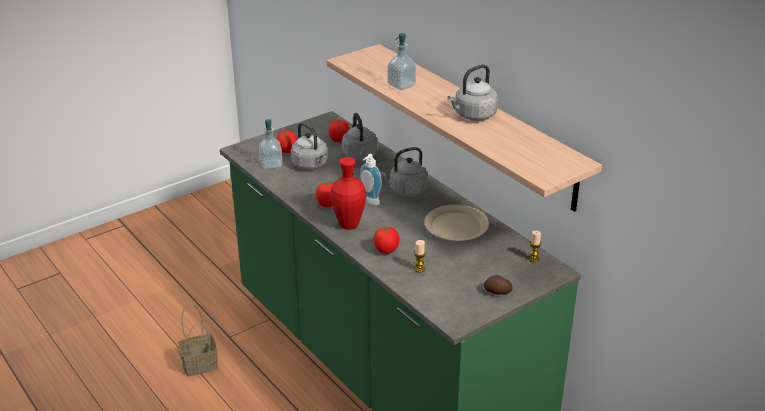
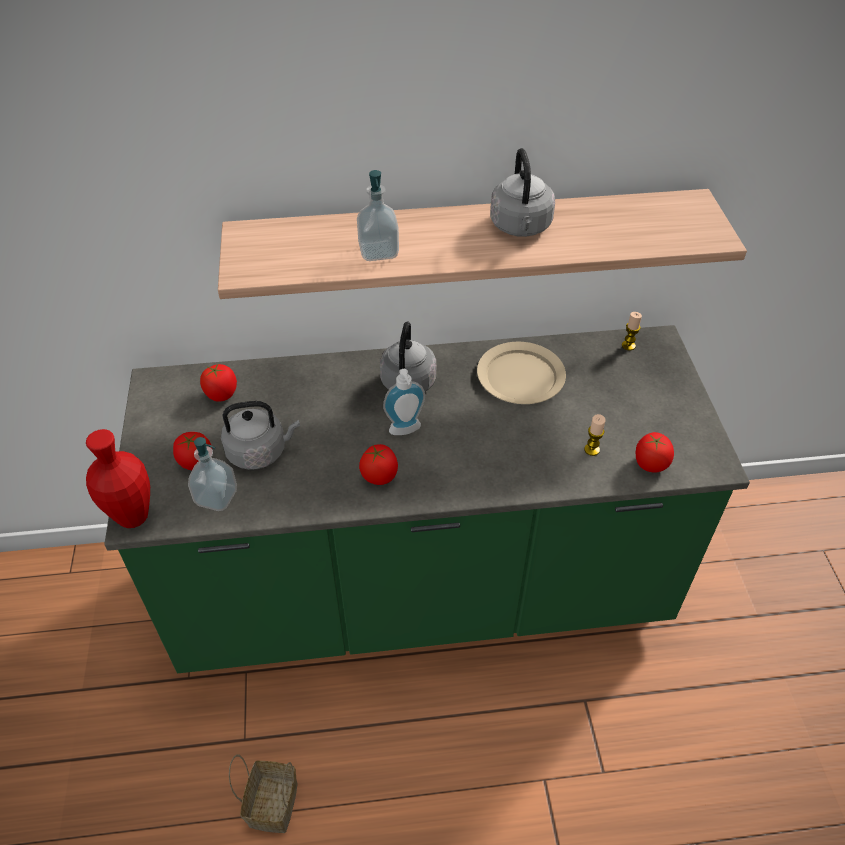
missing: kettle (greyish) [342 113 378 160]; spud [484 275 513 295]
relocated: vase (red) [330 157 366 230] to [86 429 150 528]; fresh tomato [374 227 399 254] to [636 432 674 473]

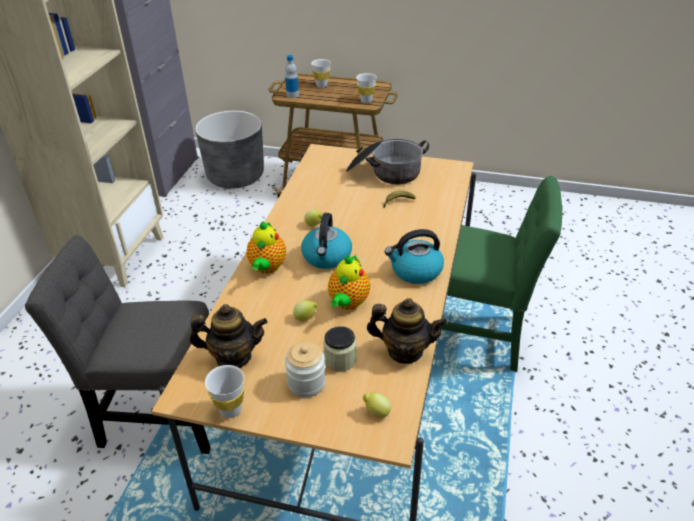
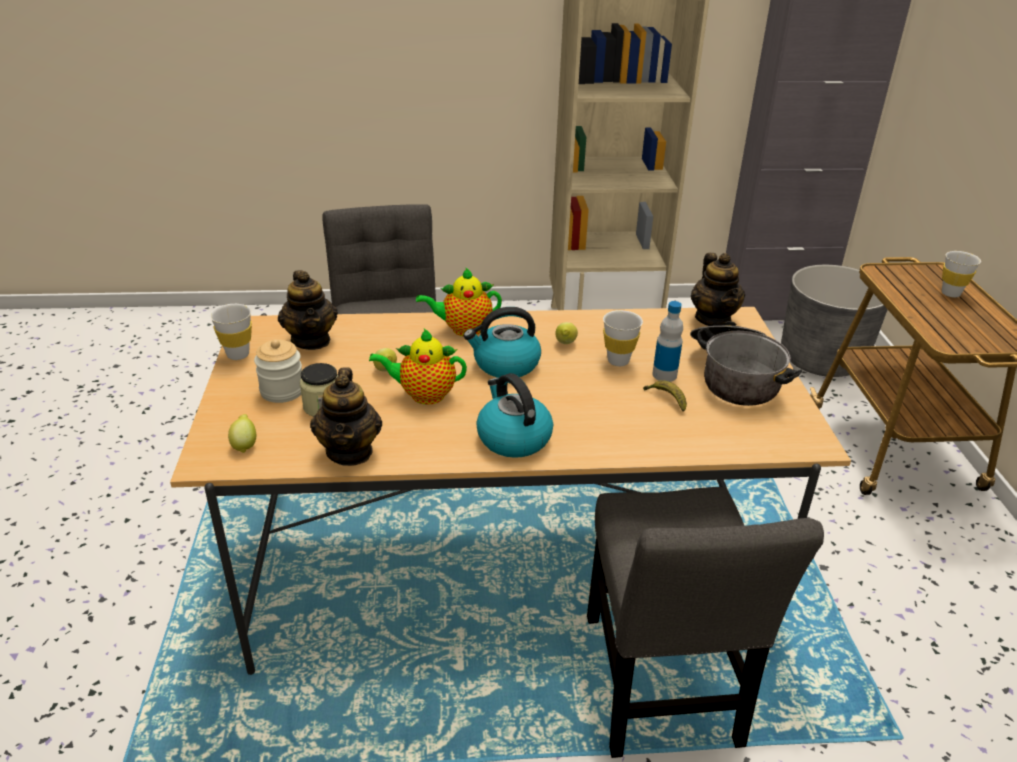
appeared: teapot [691 253 745 326]
relocated: drink bottle [285 55 299 98] to [652 301 683 382]; small cup (whitish) [356 73 377 103] to [603 310 643 366]
colour: plain chair (greenish) [441 176 563 372] to plain chair (greyish) [587 487 824 758]

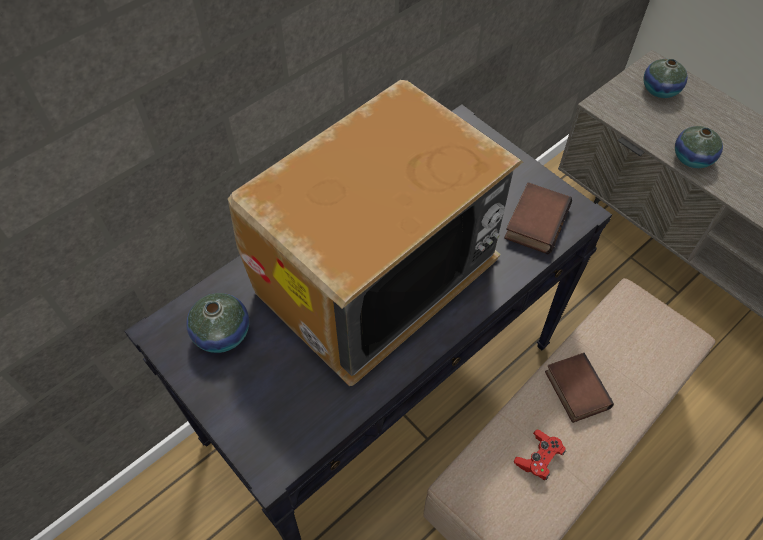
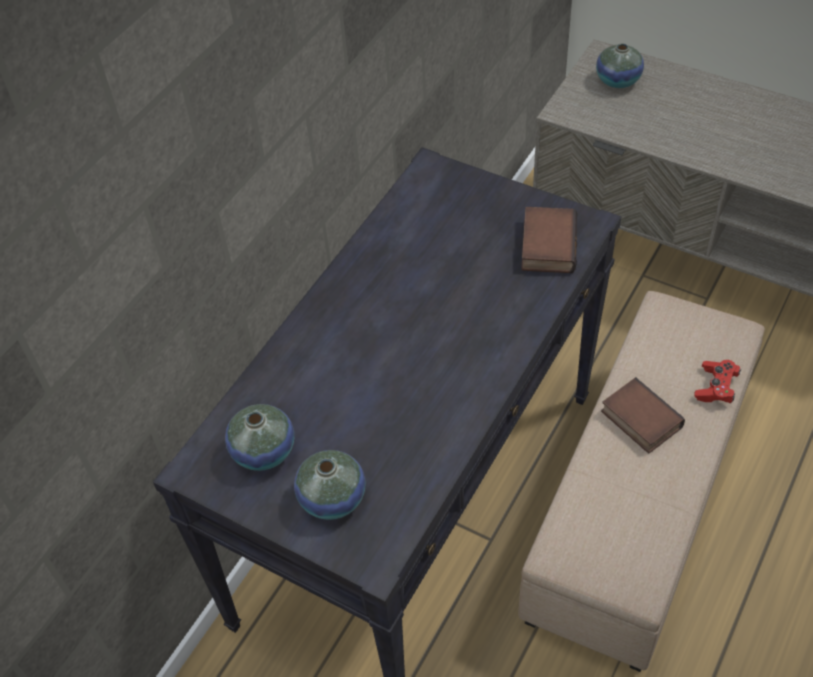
missing: TV [228 80 523 386]
relocated: joypad (red) [514 430 566 480] to [694 360 741 403]; vase [675 126 723 168] to [294 450 366 520]

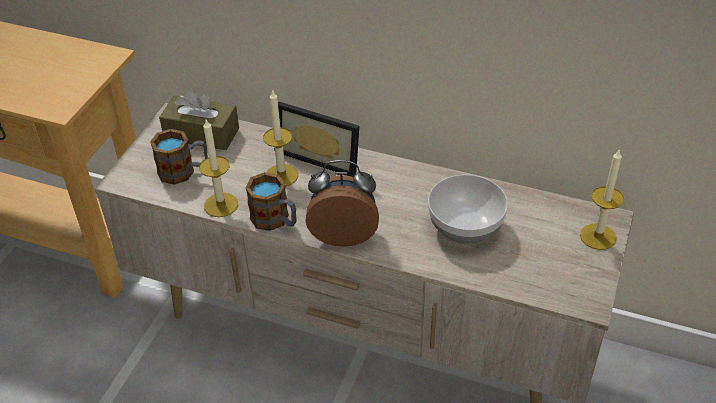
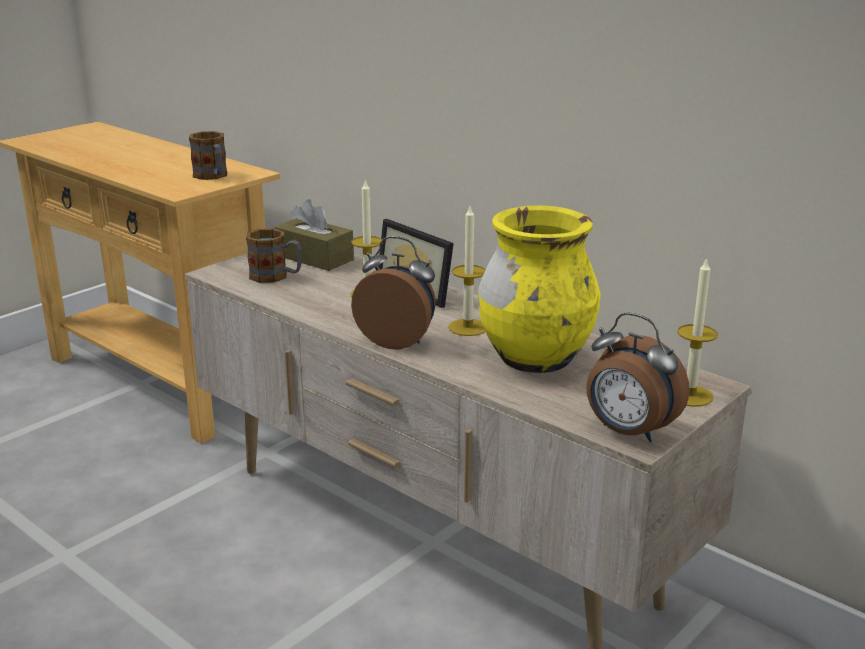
appeared: table clock [586 312 689 442]
relocated: wax candle [199 120 238 217] to [448 206 486 336]; tea mug [245 172 296 231] to [189 131 227 180]
exchanged: bowl [428 175 508 243] to vase (yellow) [478 205 601 373]

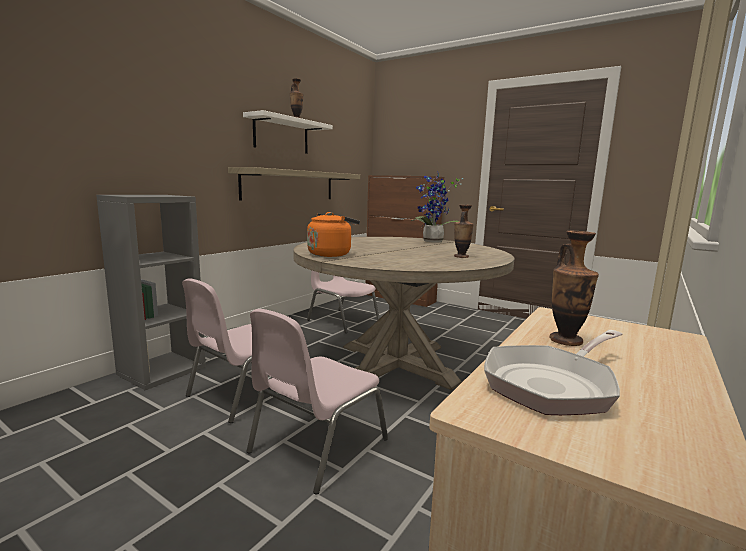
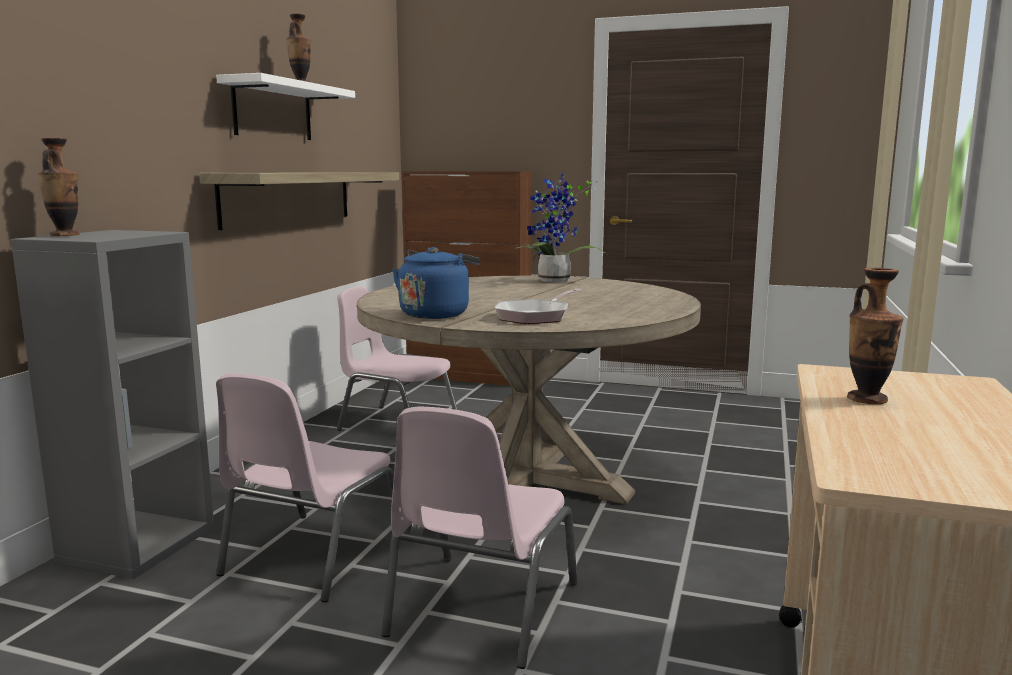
relocated: vase [454 205 474 258] to [38 138 80 236]; skillet [484 330 623 415] to [495 289 582 324]
colour: kettle (orangey) [307 212 360 257] to kettle (bluish) [392 247 480 319]

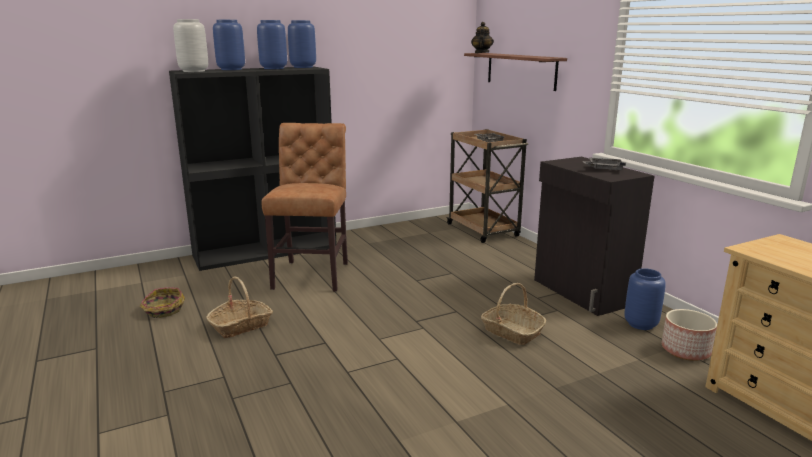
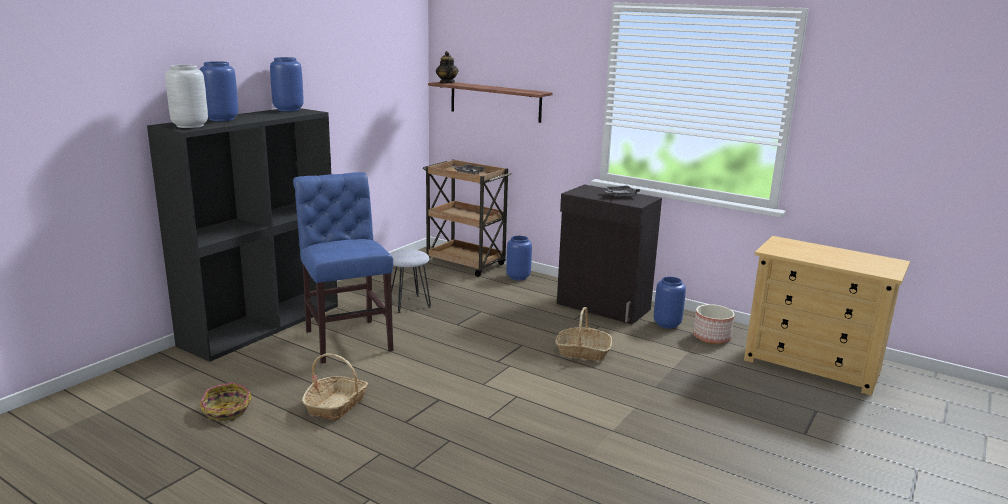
appeared: sitting stool (greyish) [390 249 431 313]
relocated: vase (bluish) [257 20 287 69] to [506 236 532 280]
colour: plain chair (brown) [261 123 348 292] to plain chair (bluish) [293 172 394 364]

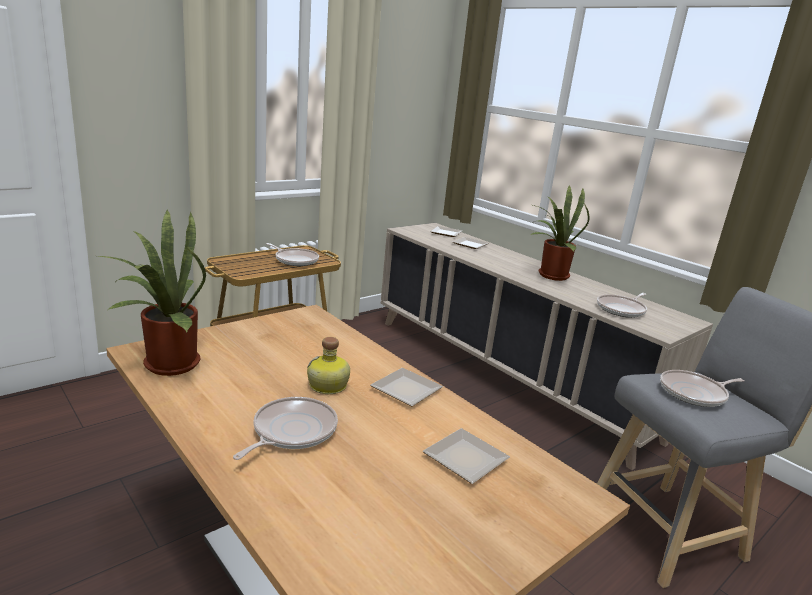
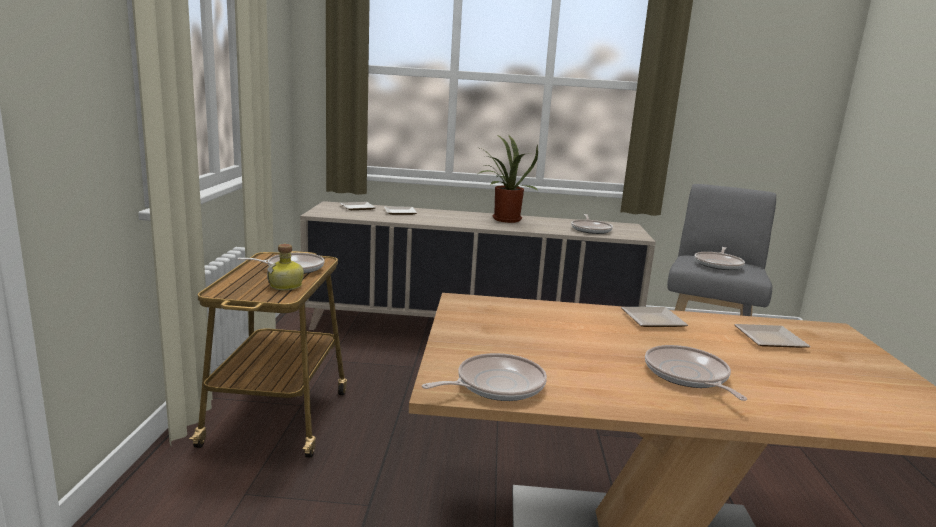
relocated: drink bottle [307 337 350 394] to [267 244 304 290]
exchanged: plant in a pot [99 210 206 376] to skillet [422 353 547 401]

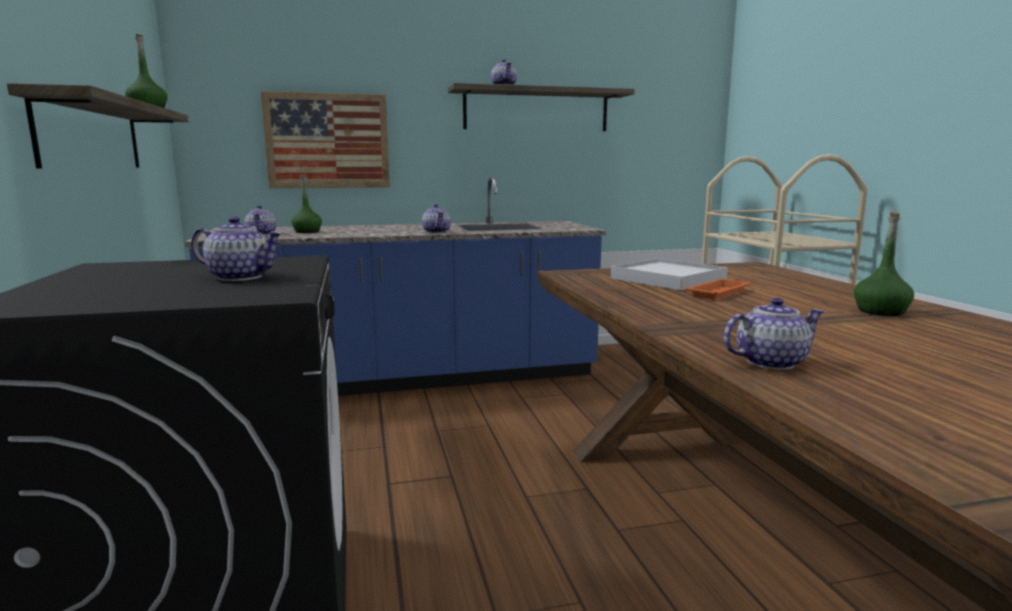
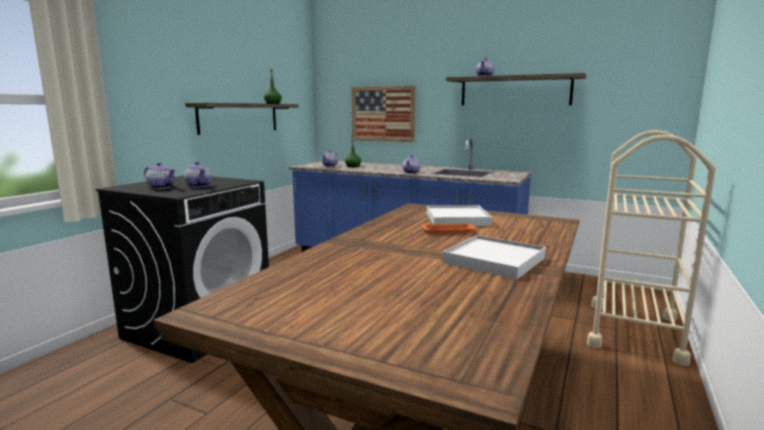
relocated: teapot [723 298 824 370] to [144 163 175 189]
exchanged: drink bottle (greenish) [854 212 914 316] to serving tray (whitish) [442 235 546 280]

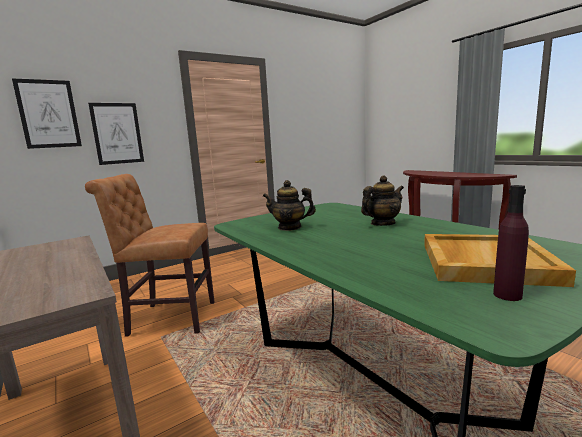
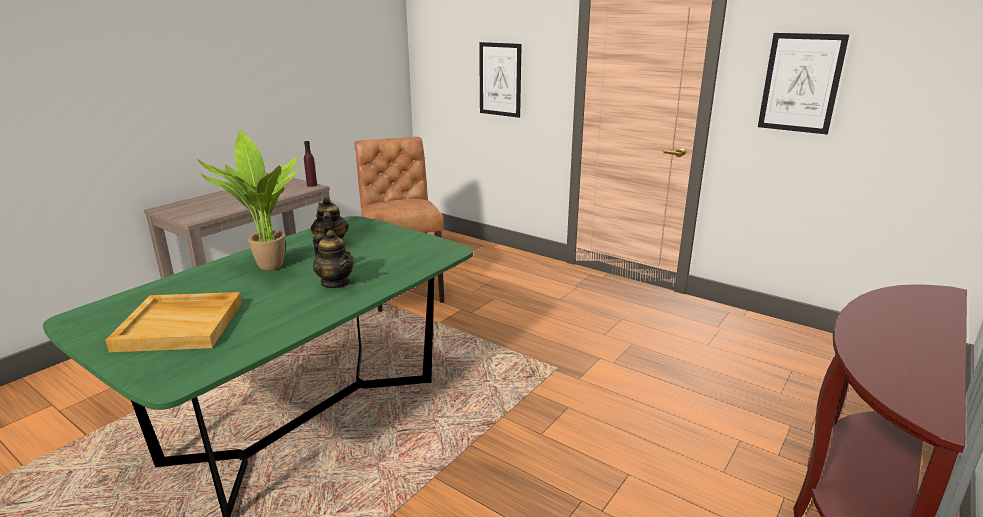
appeared: plant in a pot [197 130 298 270]
relocated: wall picture [12 78 82 149] to [758 33 849 134]; drink bottle (purple) [493 185 529 301] to [304 141 317 187]

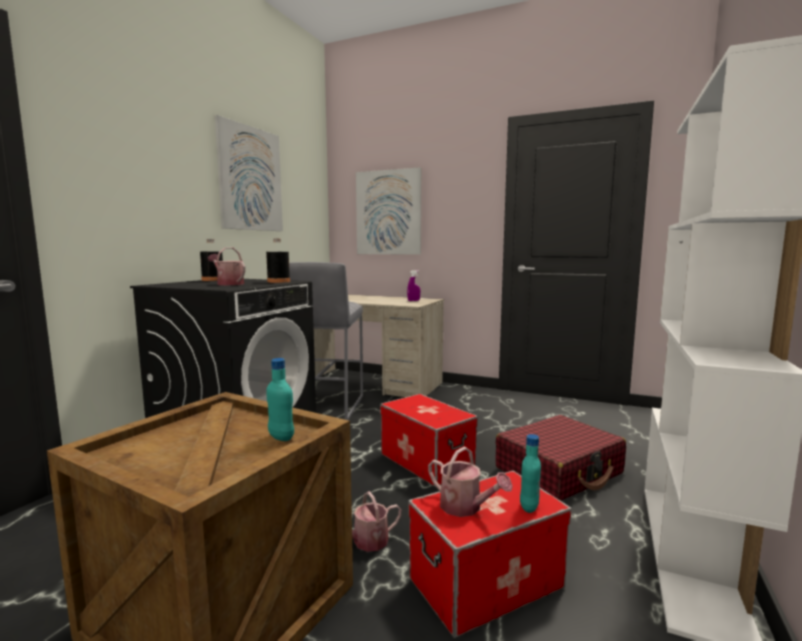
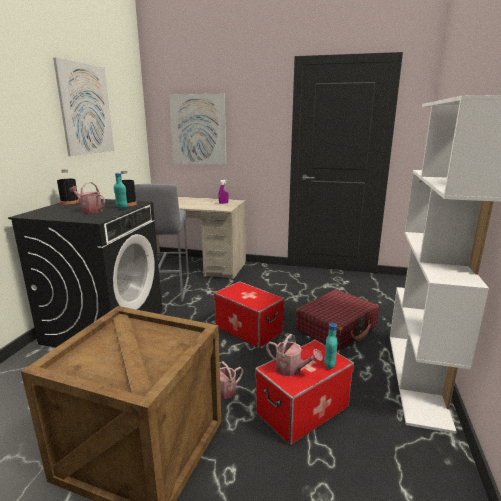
relocated: drink bottle (blue-green) [266 358 294 441] to [114 173 128 209]

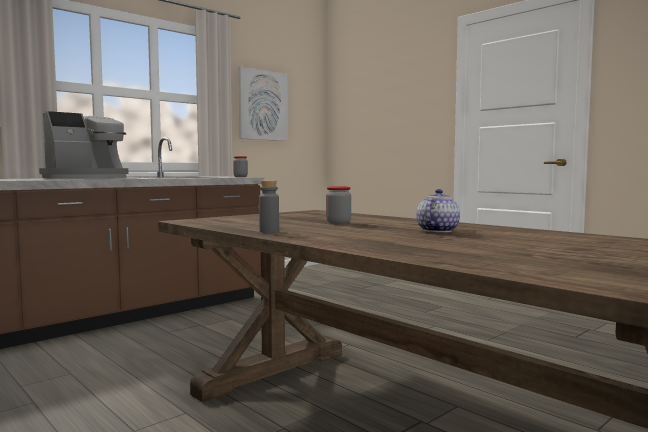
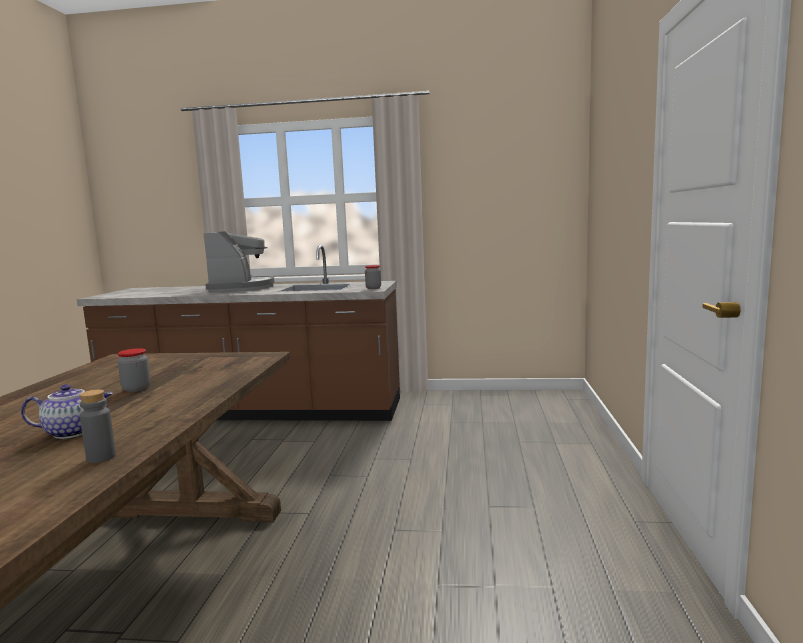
missing: wall picture [238 67 288 141]
relocated: drink bottle (greyish) [259 180 279 233] to [80 390 116 463]
spun: coffee maker [39 111 129 179] = [203 231 275 293] 105 degrees counterclockwise

